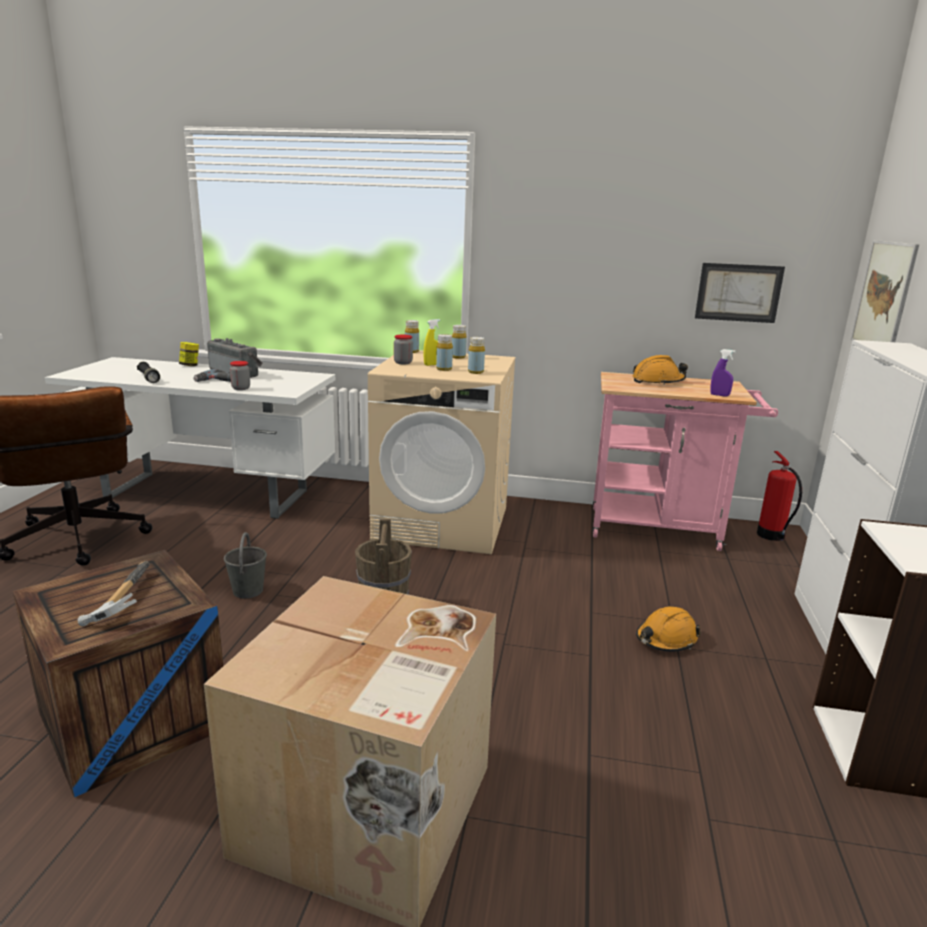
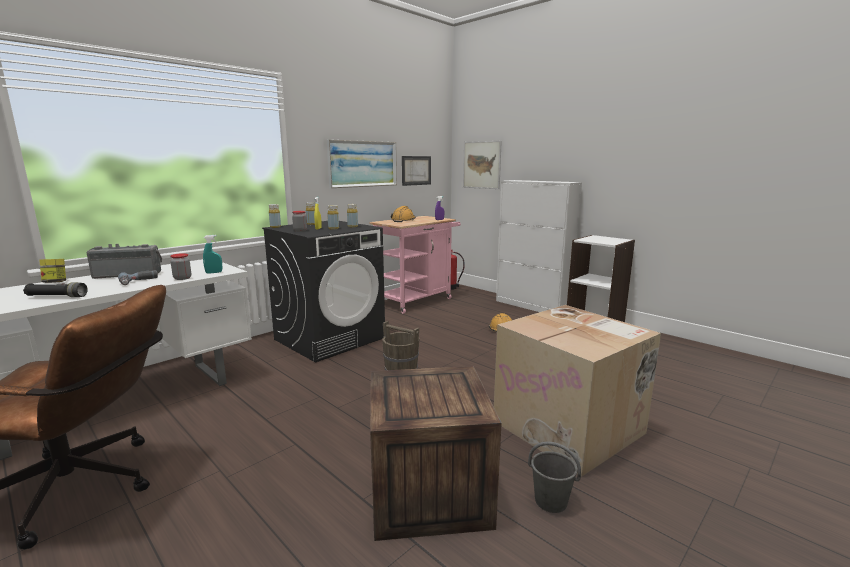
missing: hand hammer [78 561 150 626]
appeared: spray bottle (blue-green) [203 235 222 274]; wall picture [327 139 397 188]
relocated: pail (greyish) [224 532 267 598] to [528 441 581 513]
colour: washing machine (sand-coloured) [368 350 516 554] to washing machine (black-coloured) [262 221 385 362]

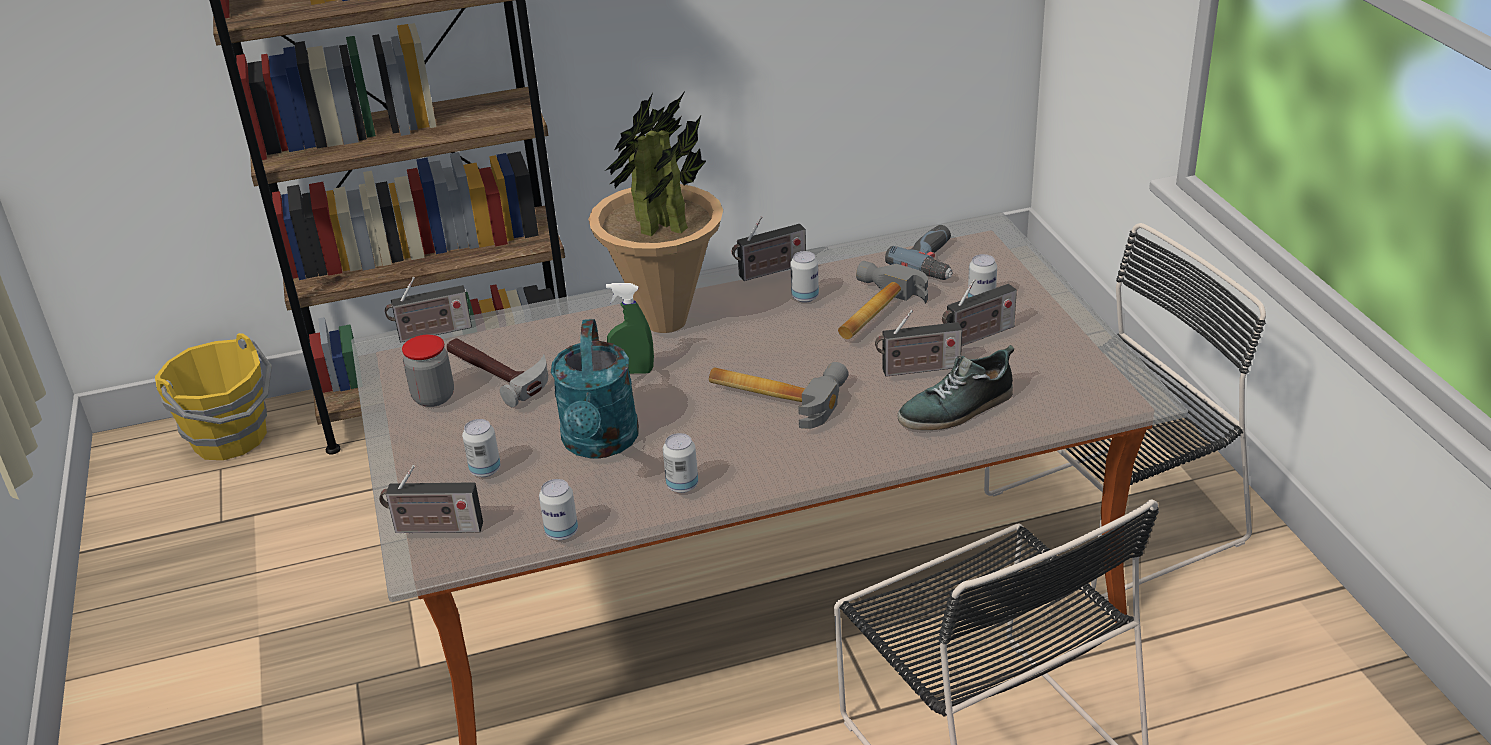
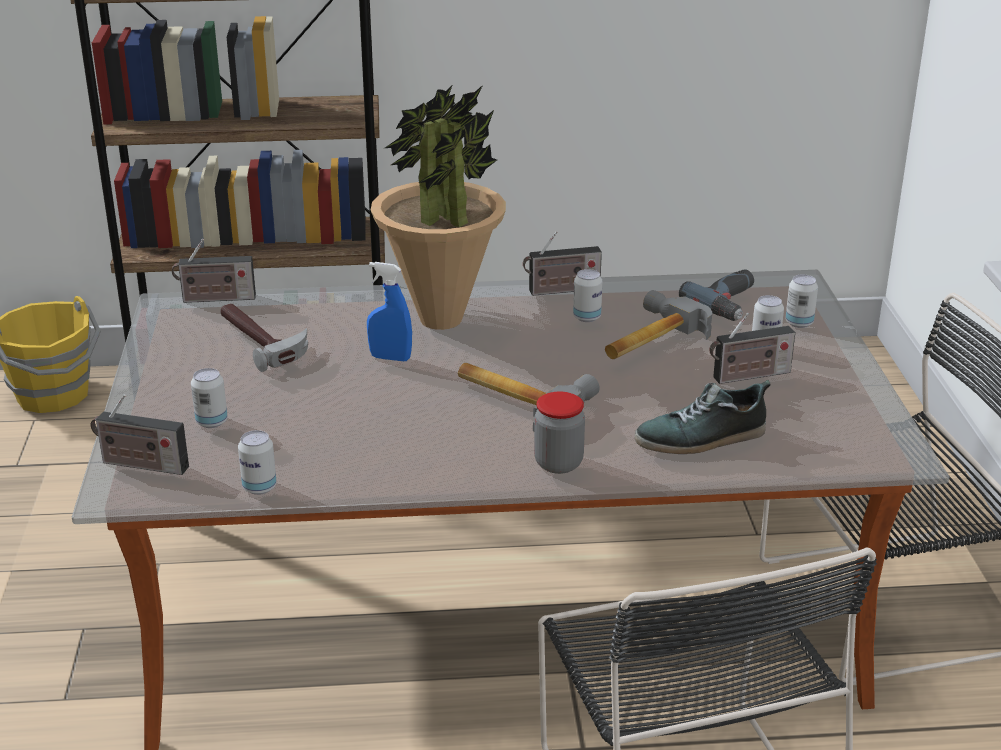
missing: watering pot (blue-green) [551 319 639 459]; radio [875 309 962 376]
relocated: preserve jar [402 335 454 407] to [534 391 585 474]; sealed can [663 433 698 493] to [785 275 818 328]
colour: spray bottle (greenish) [606 283 654 374] to spray bottle (bluish) [367 262 412 361]

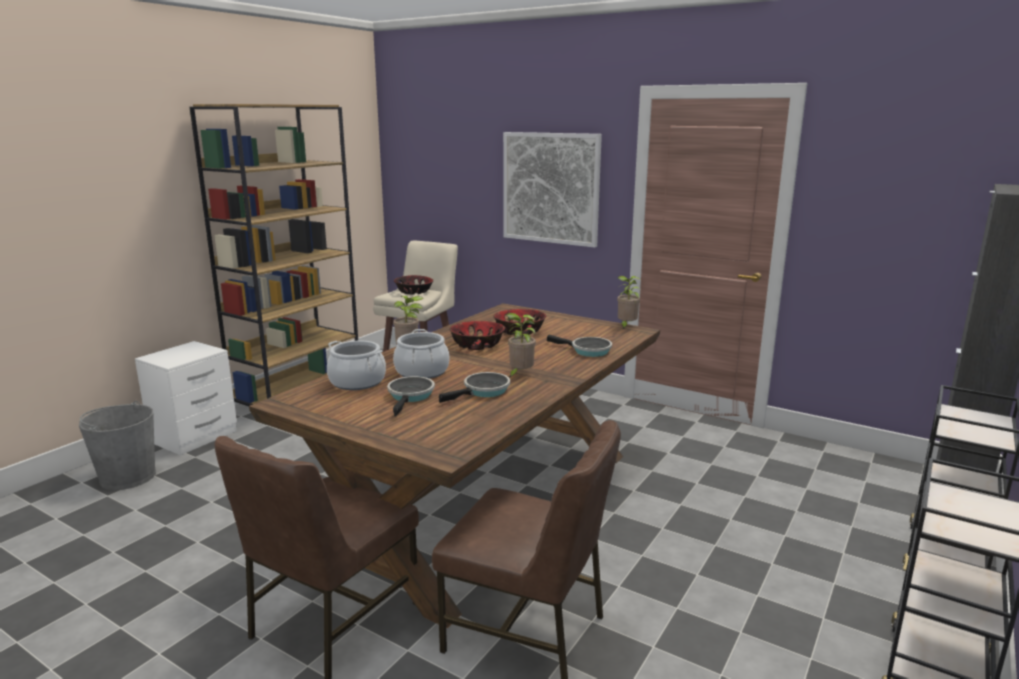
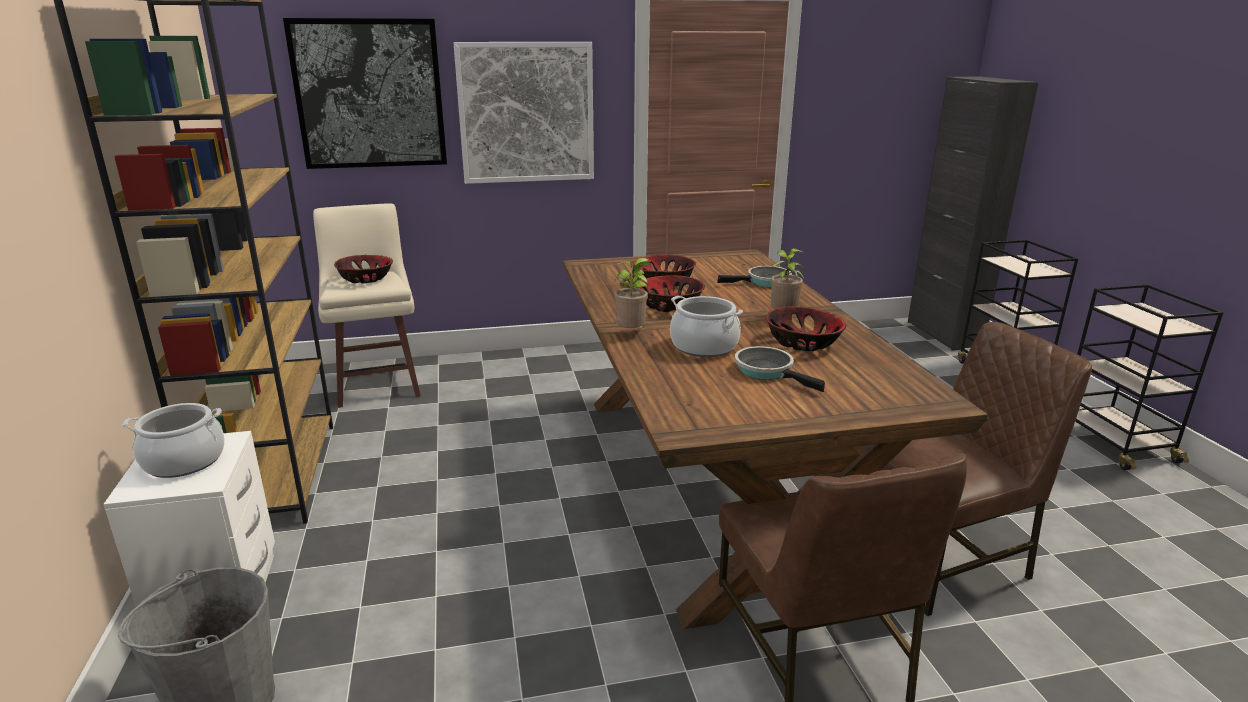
missing: plant in a pot [617 276 640 330]
appeared: wall picture [283 18 447 169]
relocated: cooking pot [327 341 386 390] to [123 403 225 478]
exchanged: skillet [439 372 510 403] to bowl [766 306 846 351]

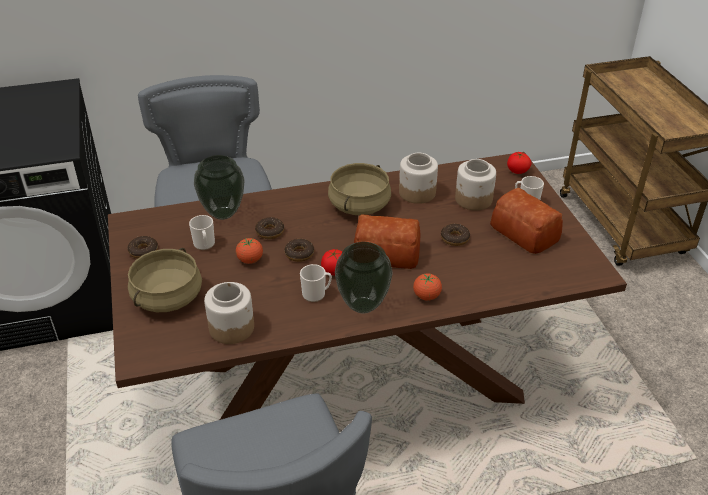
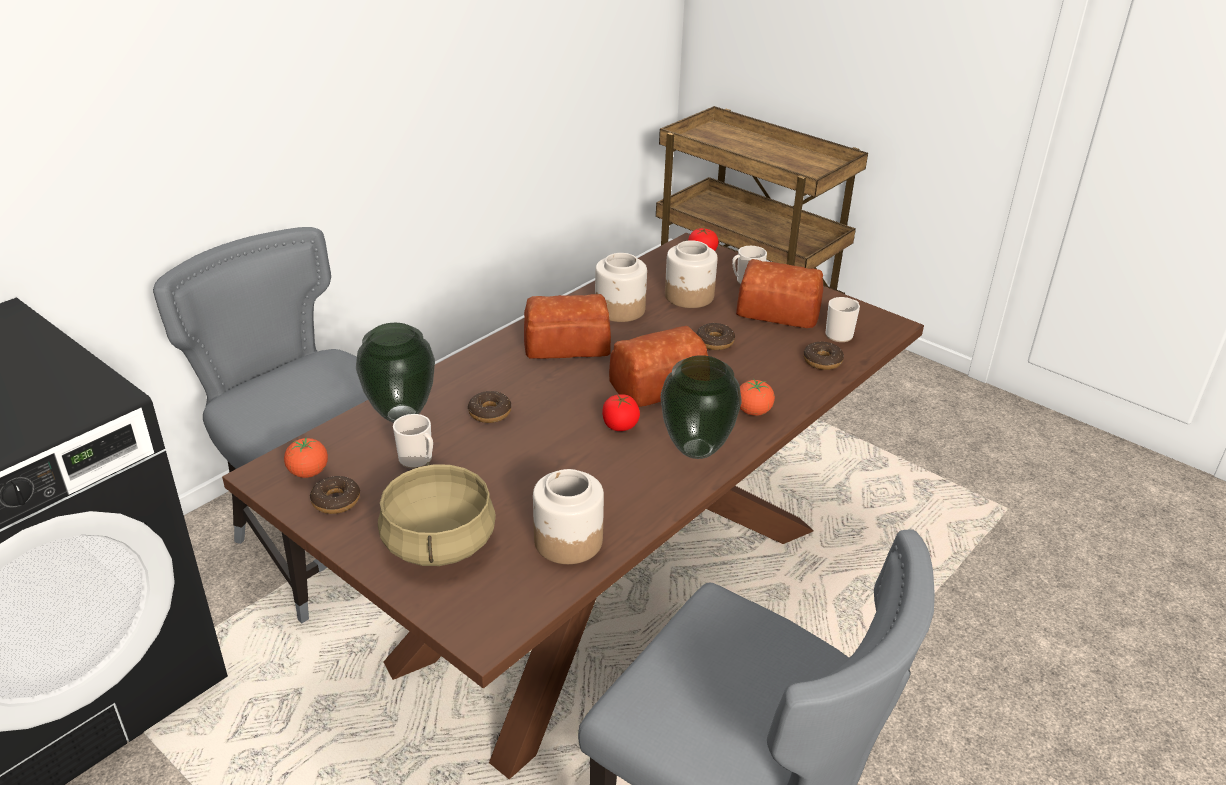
relocated: fresh tomato [236 238 263 264] to [284 438 328 478]; ring doughnut [284 239 314 262] to [803 341 844 370]; tea mug [300 264 332 302] to [825 297 860 342]
exchanged: cooking pot (sand-coloured) [328 163 391 215] to bakery bread [524 294 611 359]

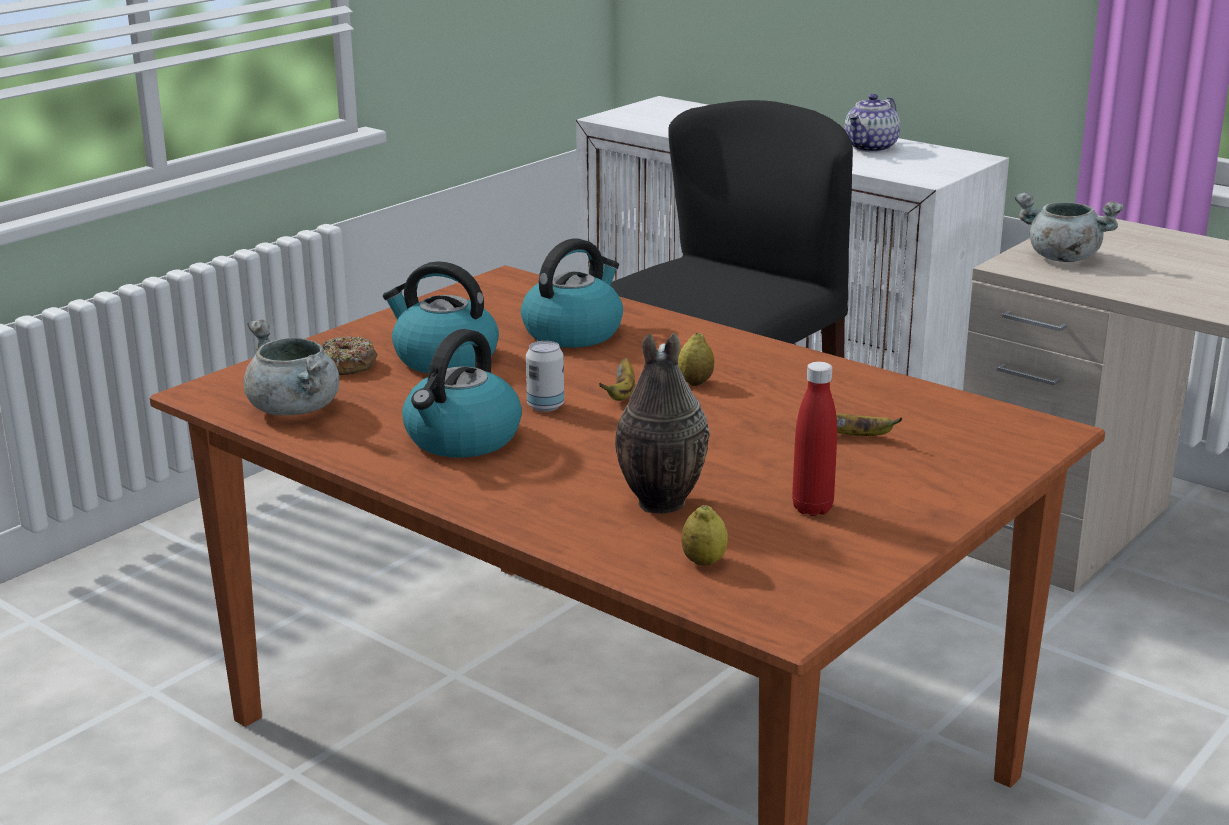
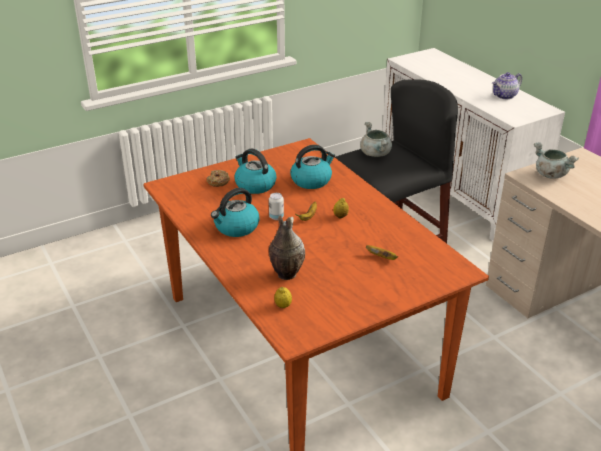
missing: drink bottle (red) [792 362 837 516]
relocated: cooking pot (greyish) [243 319 339 415] to [360 122 392 157]

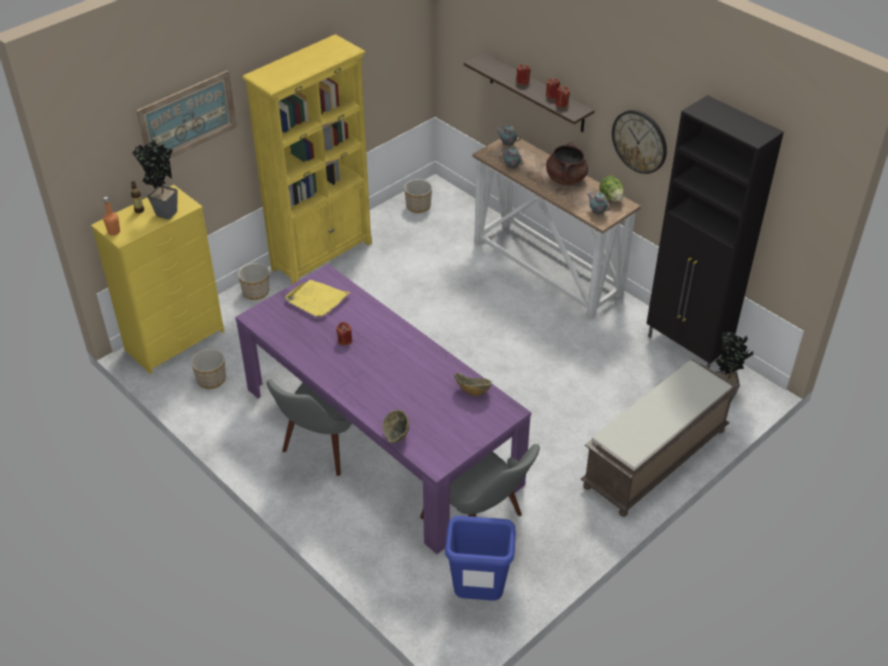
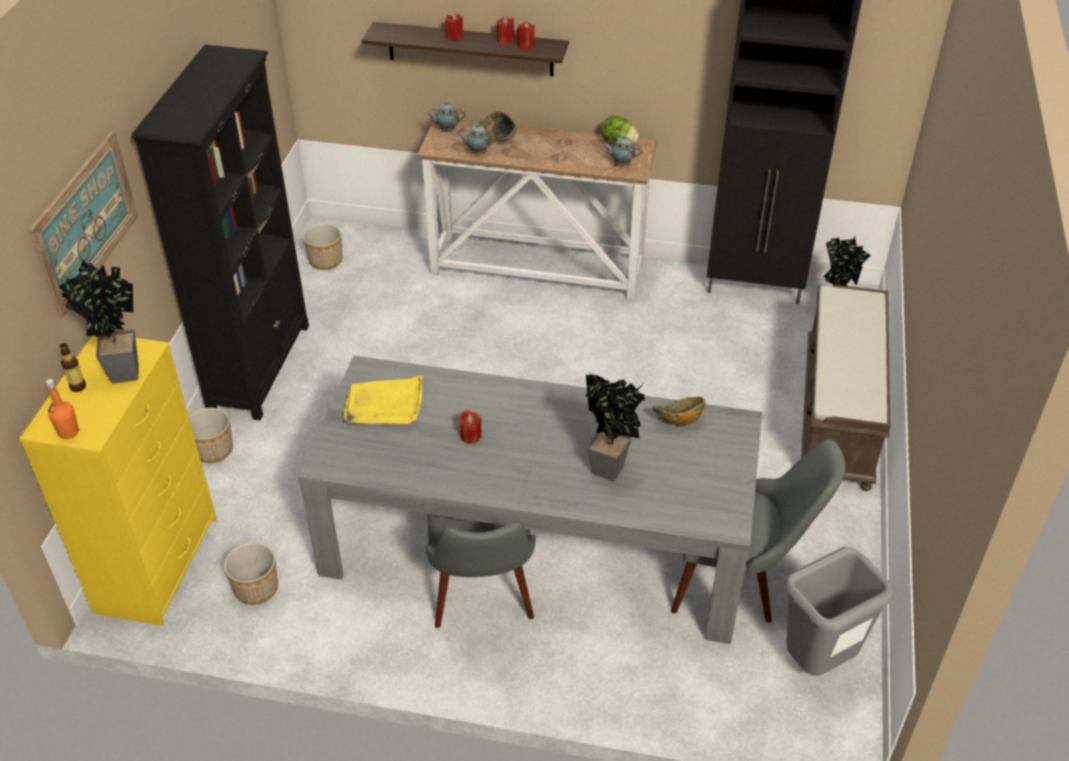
missing: cooking pot (brown) [546 142 588 185]; wall clock [612 110 667 174]
appeared: plant in a pot [586 374 646 481]
relocated: bowl [382 410 409 443] to [482 111 516 141]
colour: dining table (purple) [235 264 531 554] to dining table (greyish) [298 356 762 644]; shelving unit (yellow) [242 34 372 284] to shelving unit (black-coloured) [132 45 309 421]; rubbish bin (bluish) [445 516 516 601] to rubbish bin (greyish) [785 547 894 676]

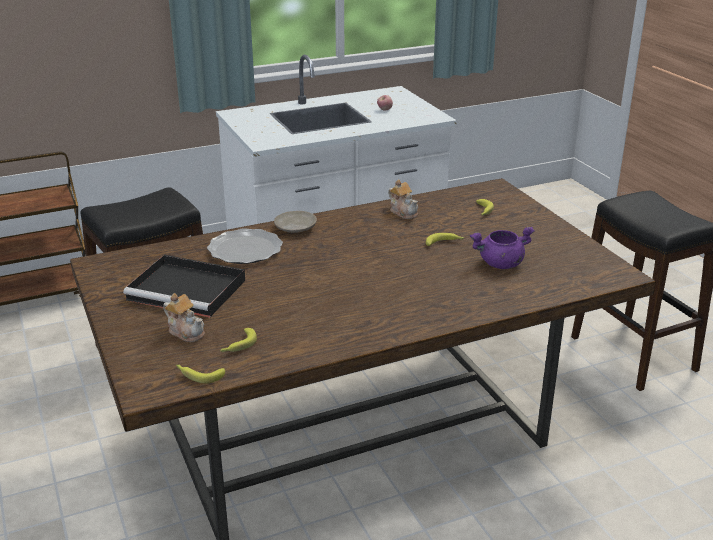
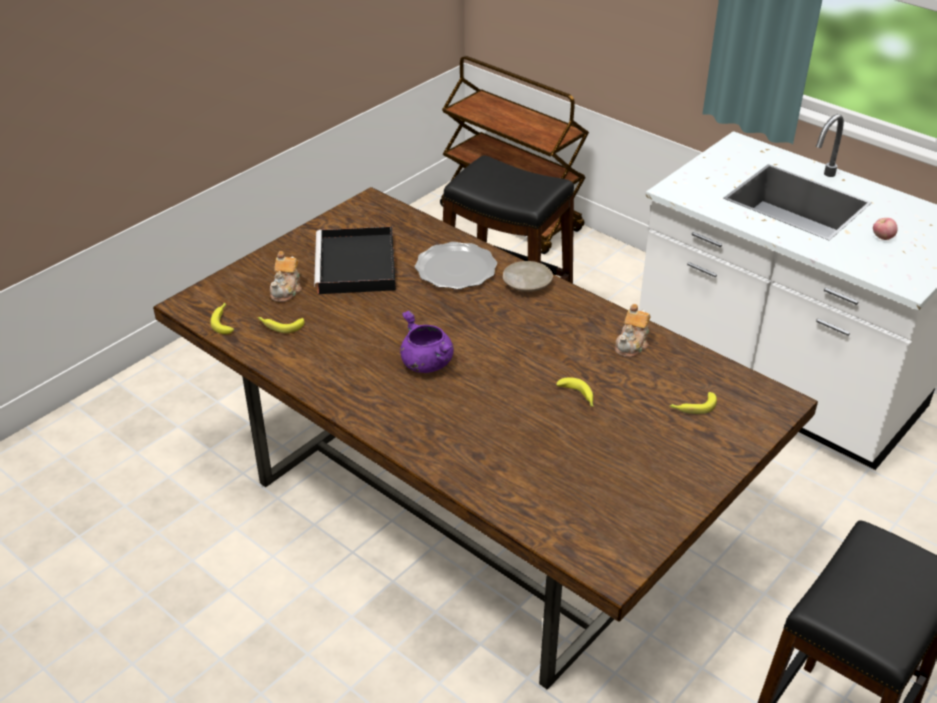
relocated: cooking pot (purple) [470 227 535 269] to [400 311 454 373]

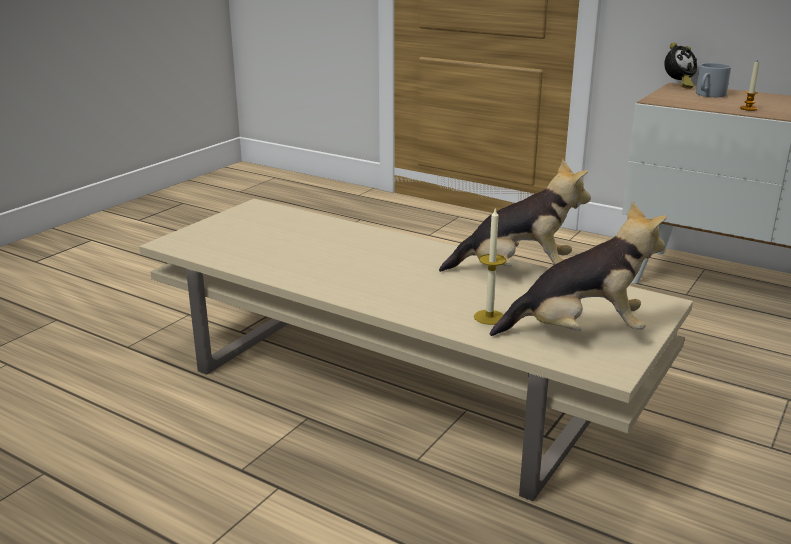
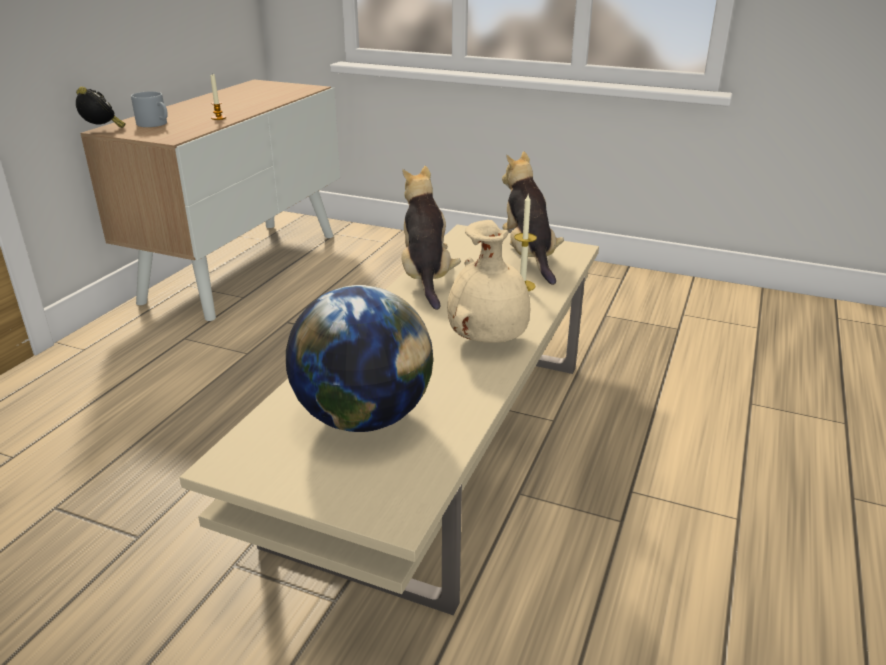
appeared: world globe [286 285 433 432]; vase (sand-coloured) [447 220 530 343]

